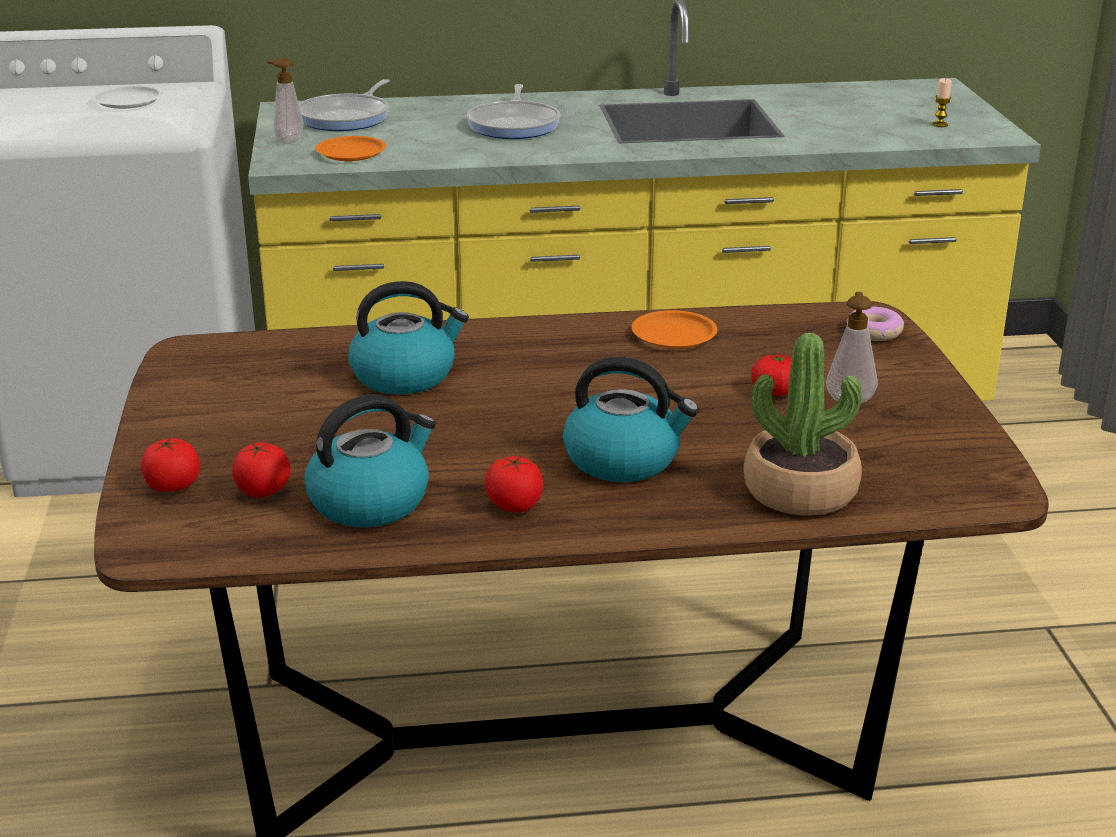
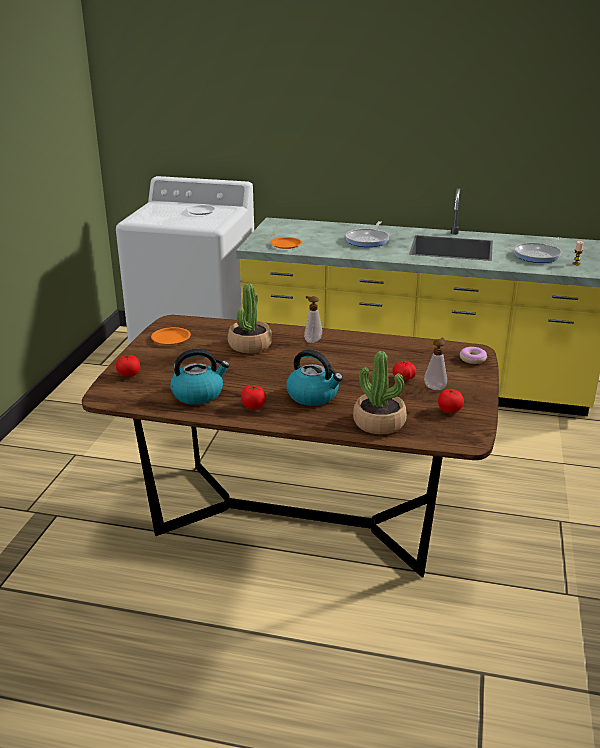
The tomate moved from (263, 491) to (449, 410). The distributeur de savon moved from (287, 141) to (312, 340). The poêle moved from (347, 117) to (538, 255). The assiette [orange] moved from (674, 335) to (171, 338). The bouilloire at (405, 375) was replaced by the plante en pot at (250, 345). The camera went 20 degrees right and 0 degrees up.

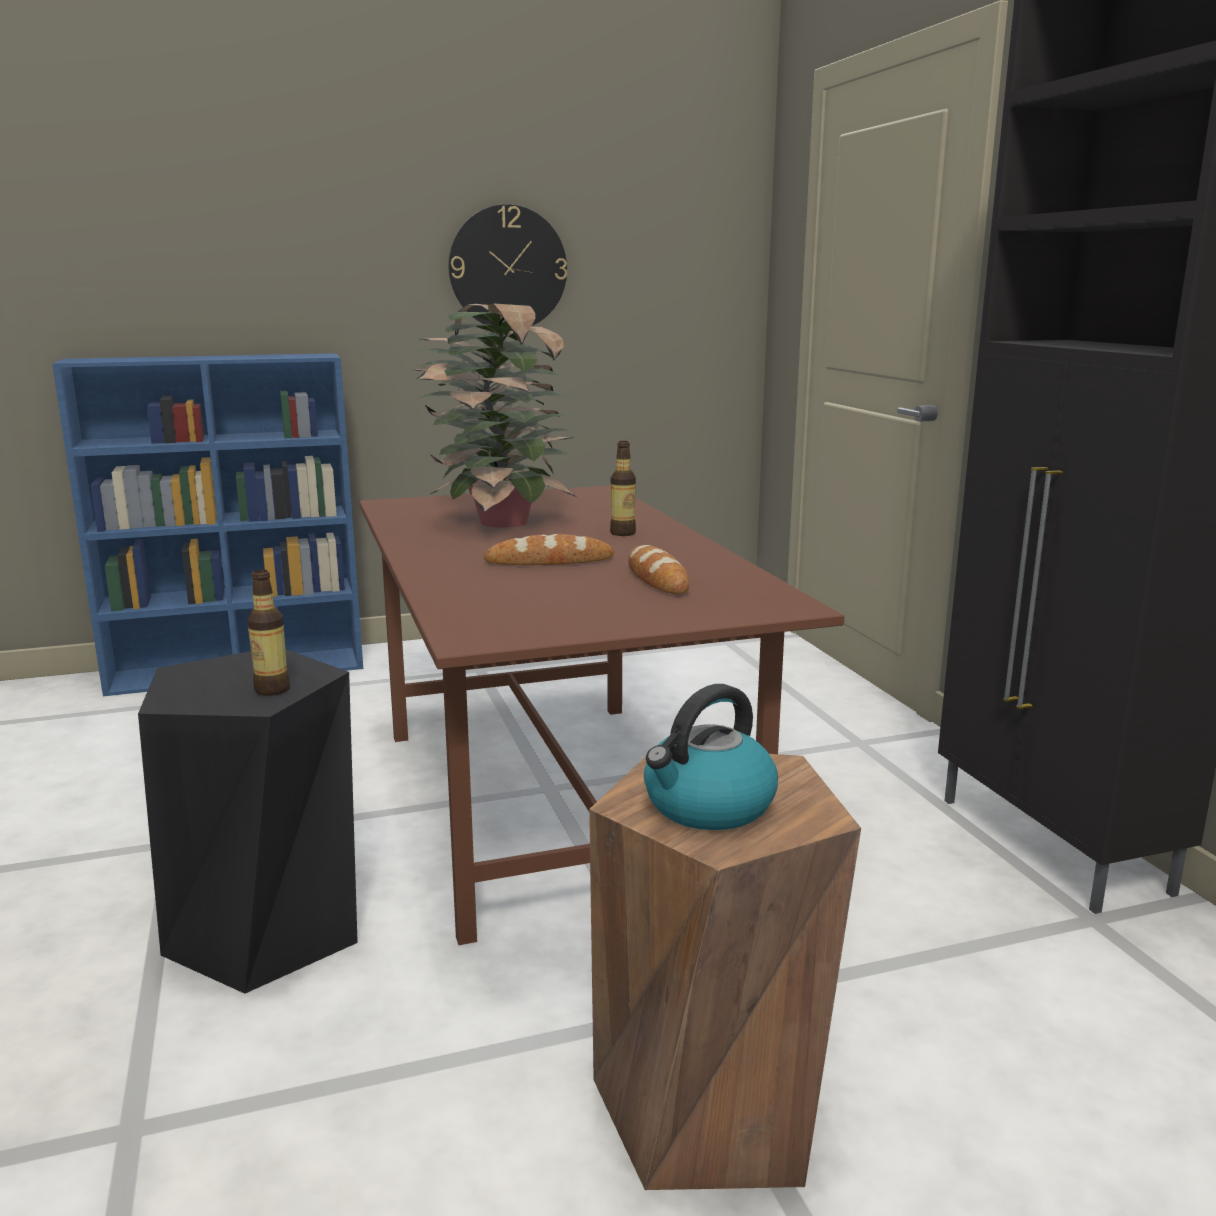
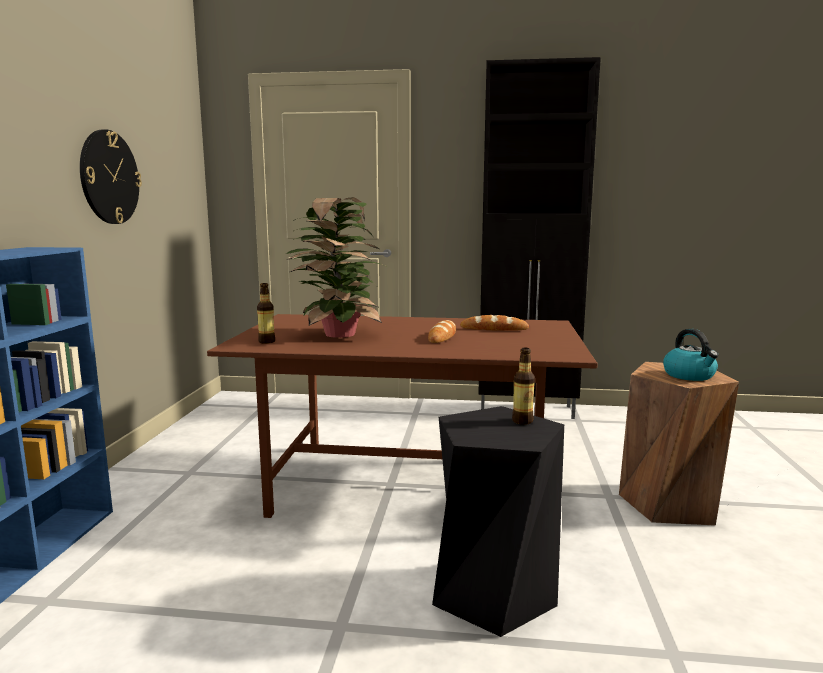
The bouteille moved from (623, 533) to (267, 341). The camera went 65 degrees left and 5 degrees down.

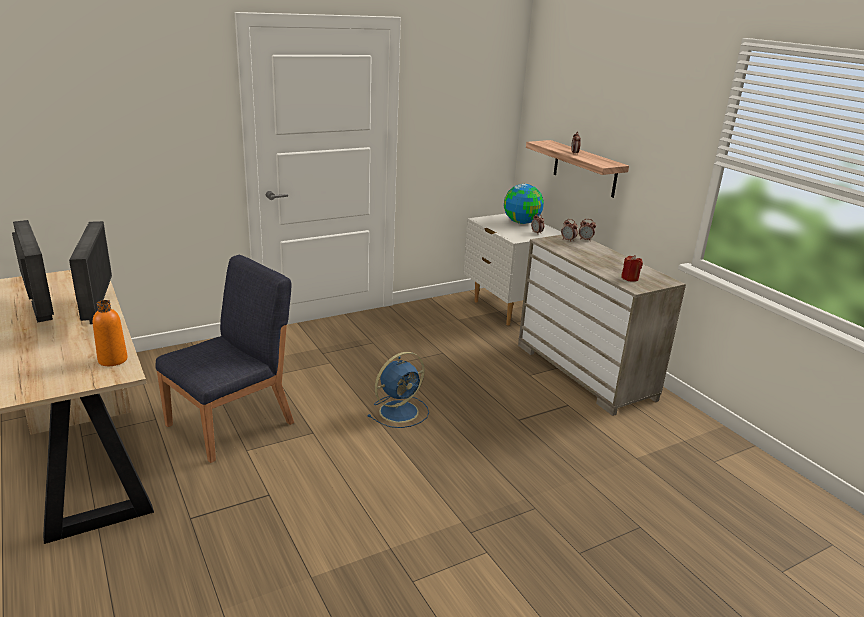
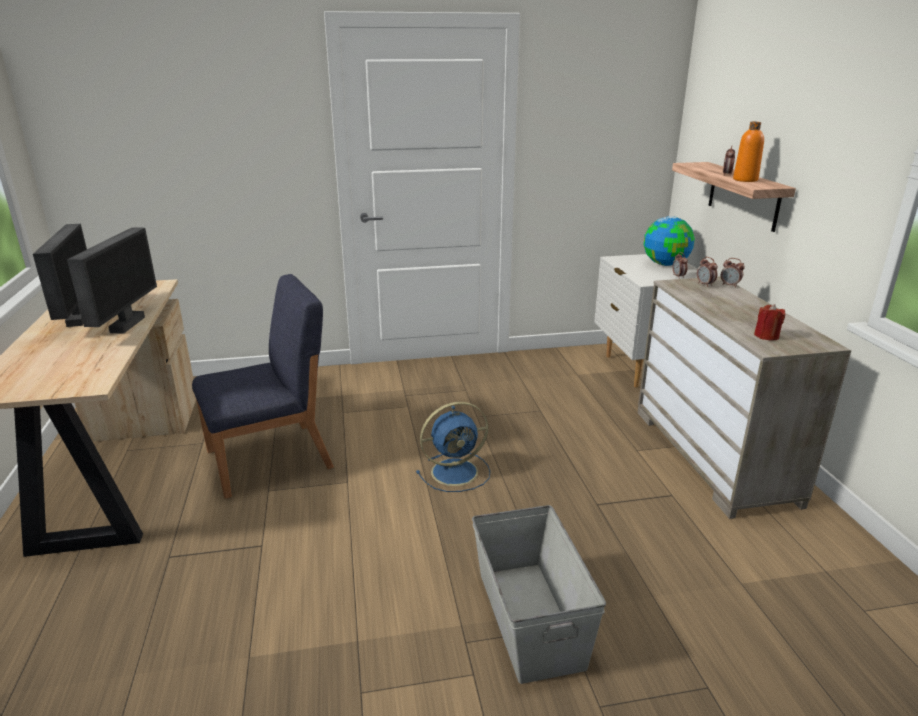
The boîte de rangement [gris] at (529, 619) appeared. The bouteille [orange] moved from (113, 360) to (745, 180). The camera went 20 degrees right and 0 degrees up.

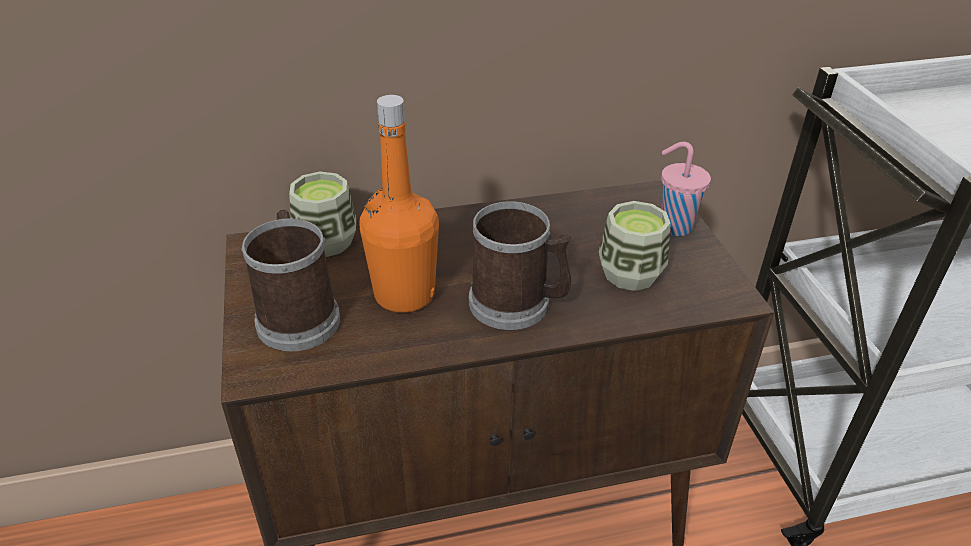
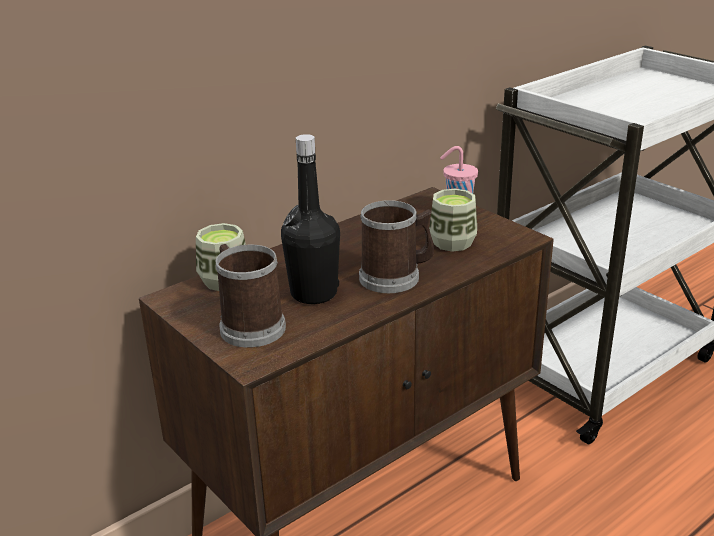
The bouteille [orange] at (404, 294) became the bouteille [noir] at (314, 293). The camera went 25 degrees left and 10 degrees down.

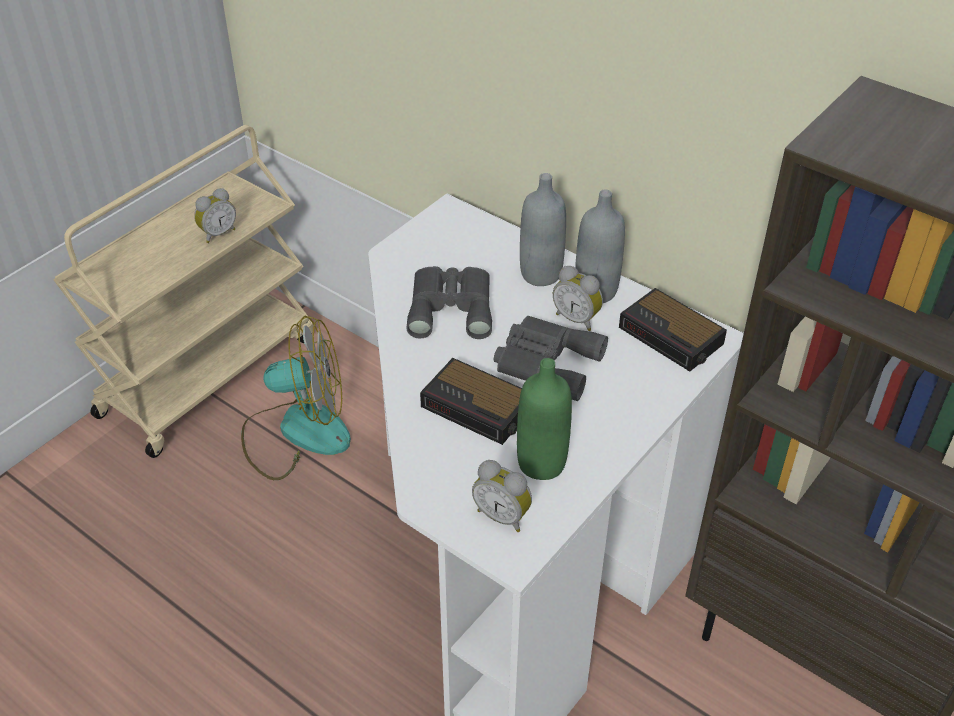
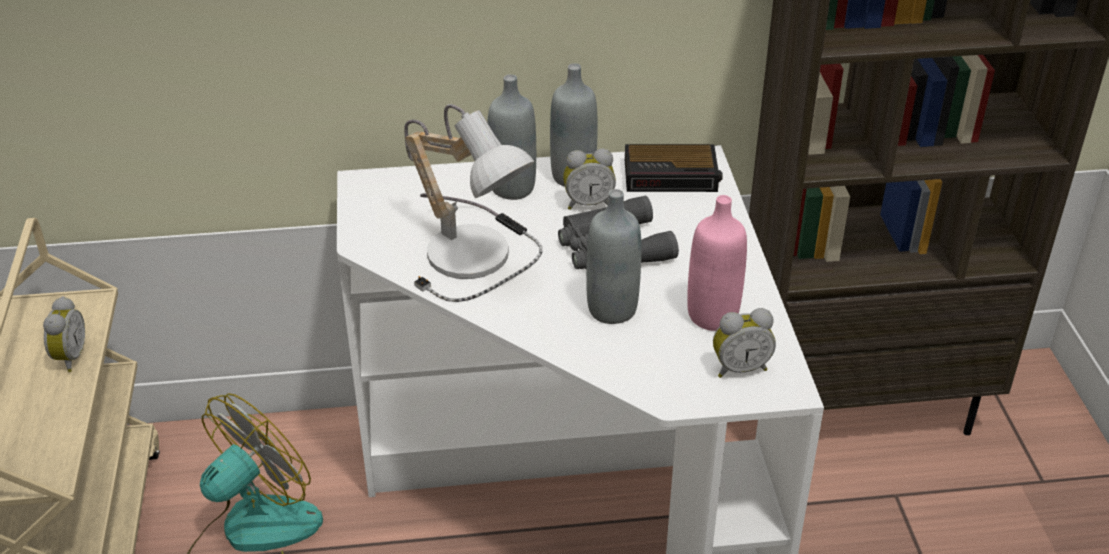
The jumelles [gris] at (451, 307) was replaced by the lampe de table at (478, 252). The réveil at (479, 408) was replaced by the bouteille [gris] at (612, 309). The bouteille [vert] at (541, 463) became the bouteille [rose] at (712, 316). The camera went 45 degrees left and 5 degrees down.

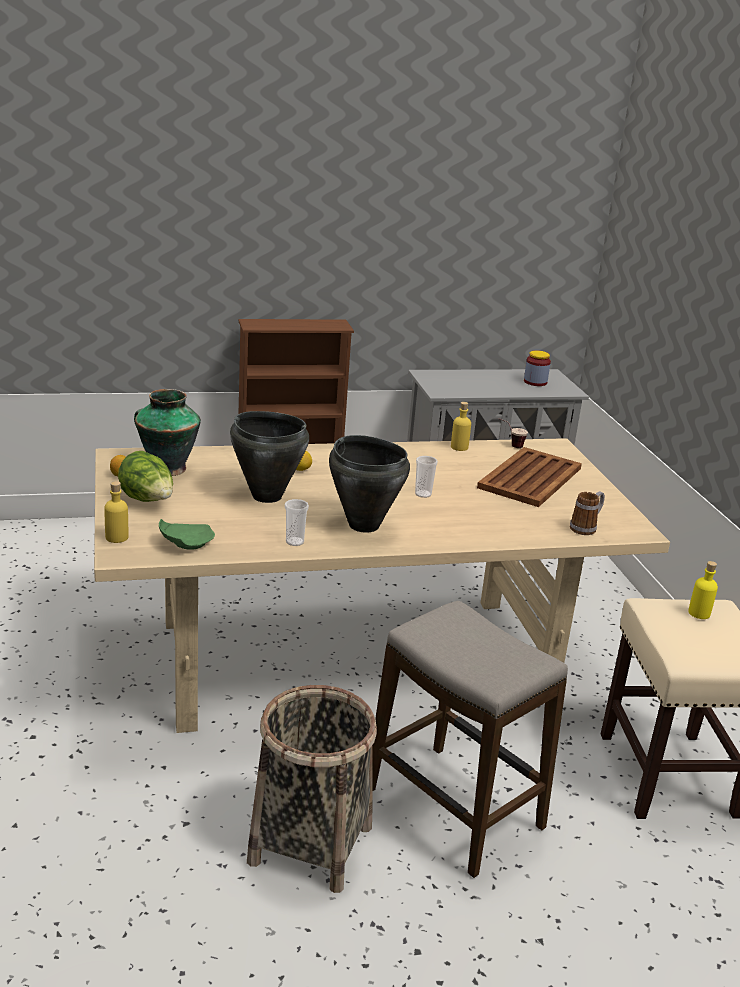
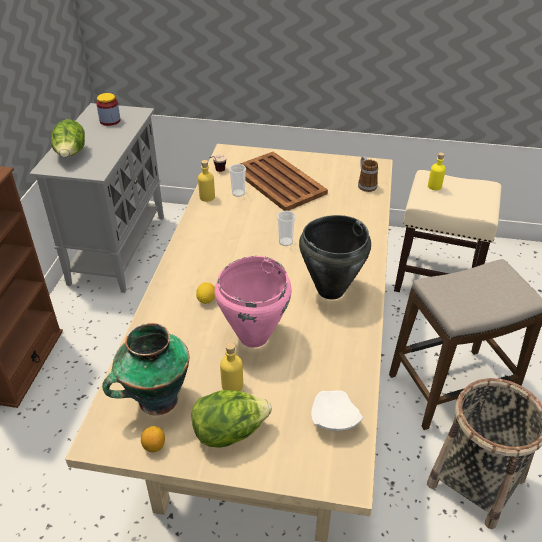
The laitue at (71, 155) appeared. The bouteille [jaune] moved from (117, 537) to (232, 385). The tasse moved from (294, 542) to (238, 193). The assiette [vert] at (185, 543) became the assiette [blanc] at (333, 419). The marmite [noir] at (266, 496) became the marmite [rose] at (253, 337). The camera went 65 degrees left and 15 degrees up.

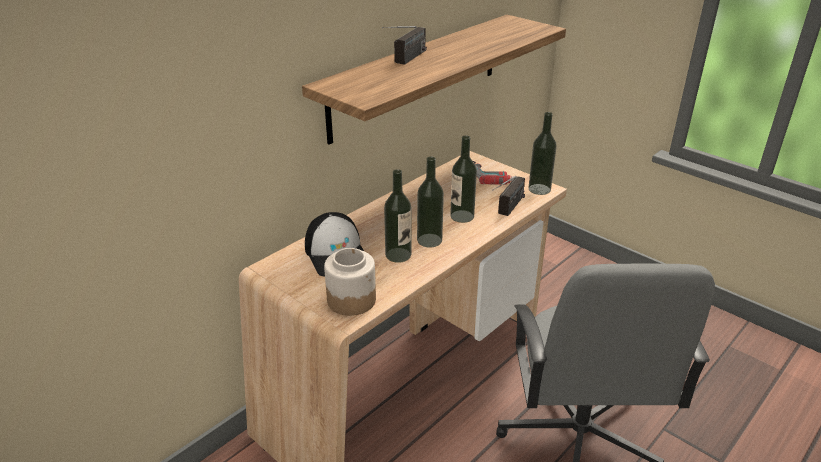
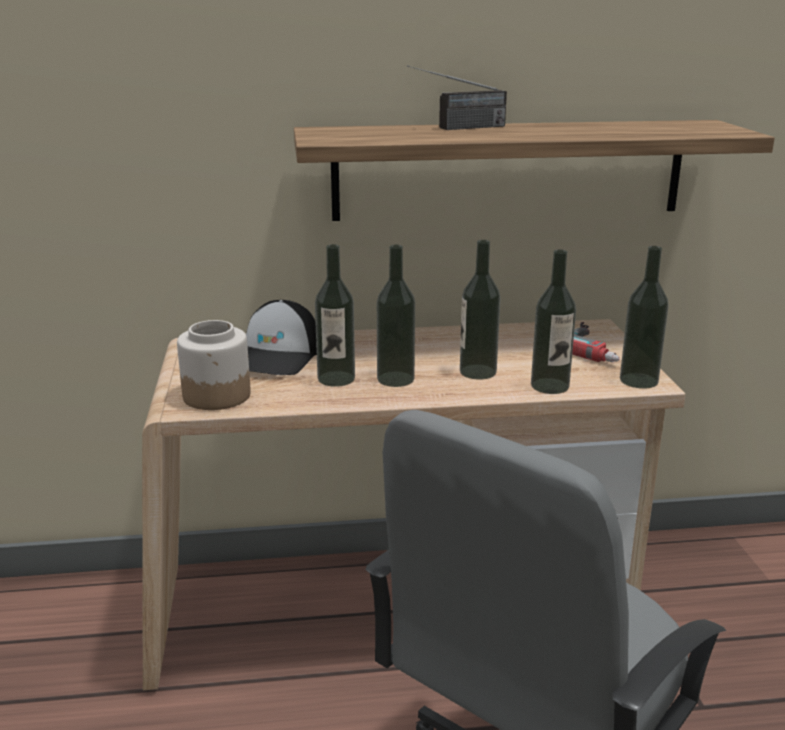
The radio at (507, 210) was replaced by the bouteille at (550, 386). The camera went 40 degrees right and 10 degrees down.

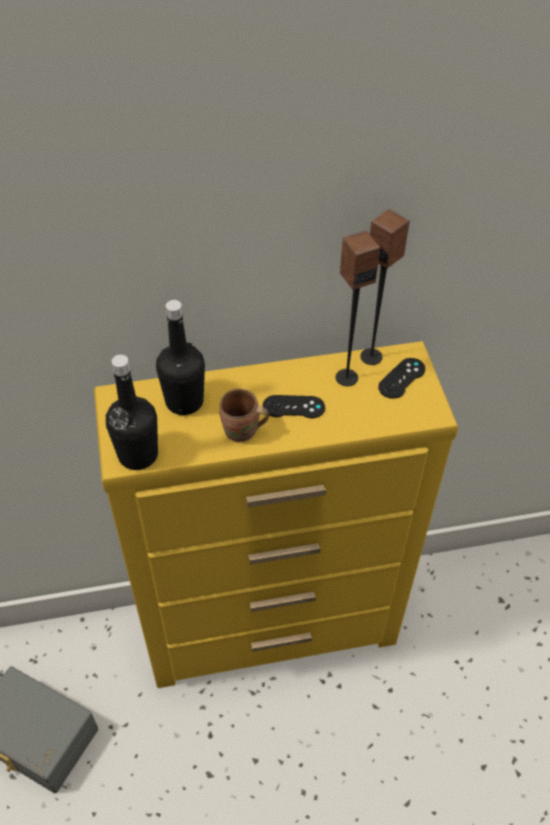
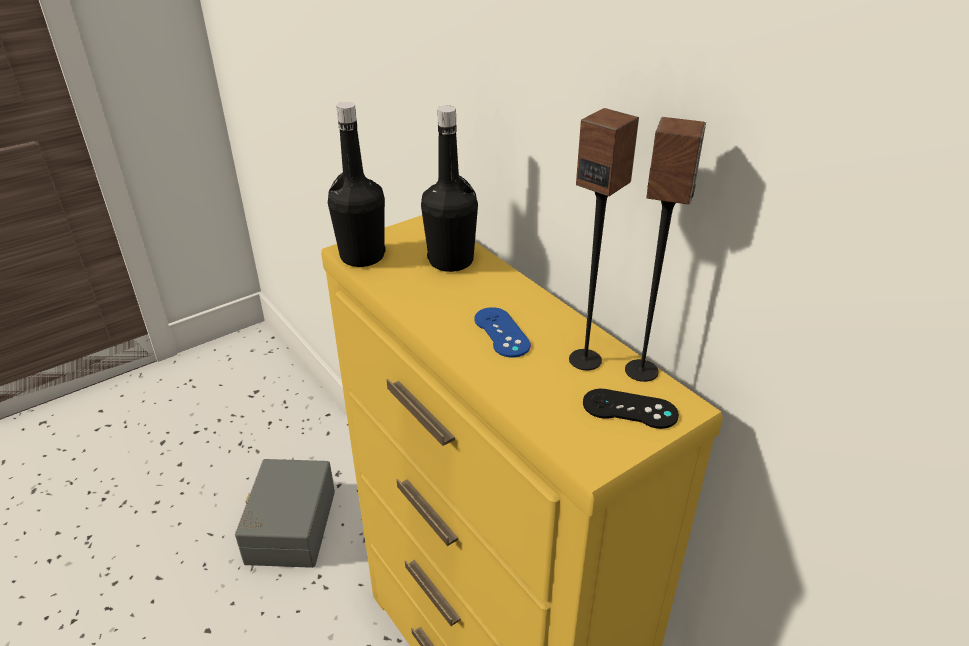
The mug [marron] at (242, 433) disappeared. The manette [noir] at (293, 407) became the manette [bleu] at (501, 332). The camera went 65 degrees right and 15 degrees down.

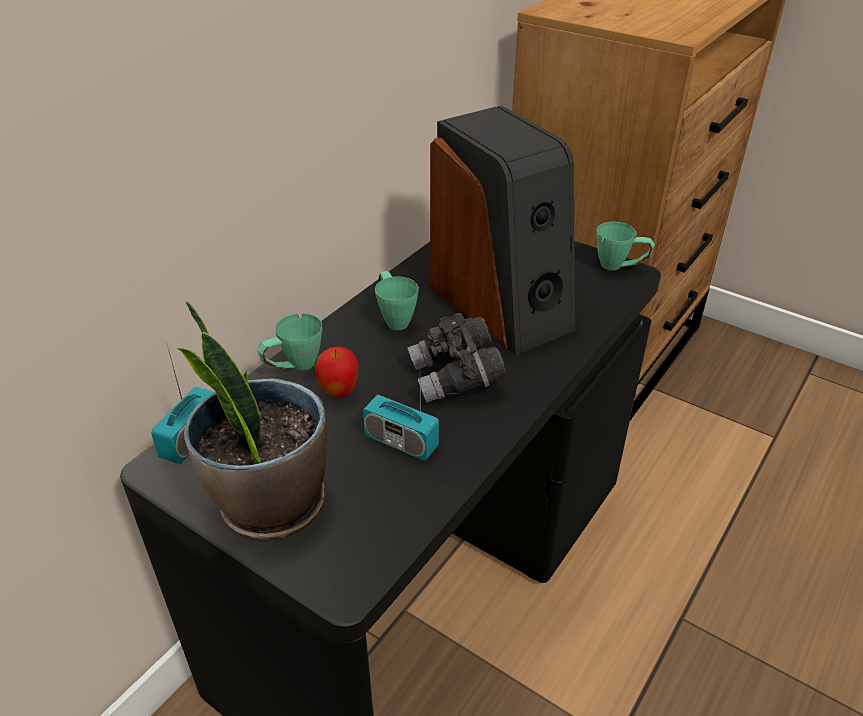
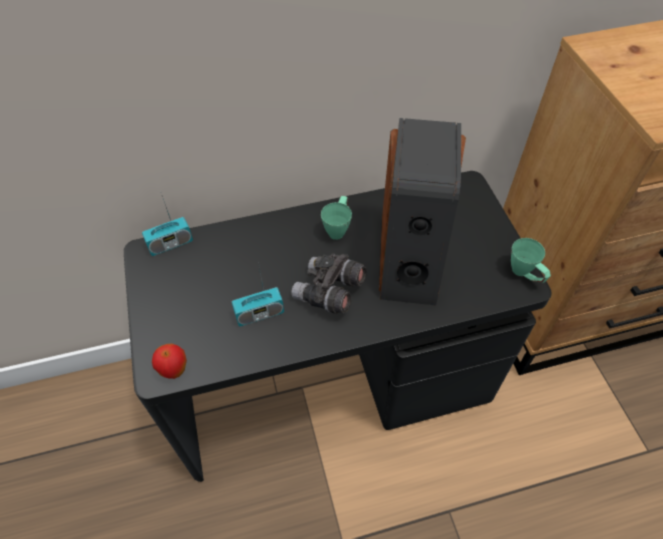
The plante en pot at (270, 503) disappeared. The mug [vert] at (293, 367) disappeared. The pomme moved from (339, 392) to (174, 370). The radio at (401, 442) turned 90 degrees counterclockwise. The camera went 40 degrees right and 15 degrees up.

